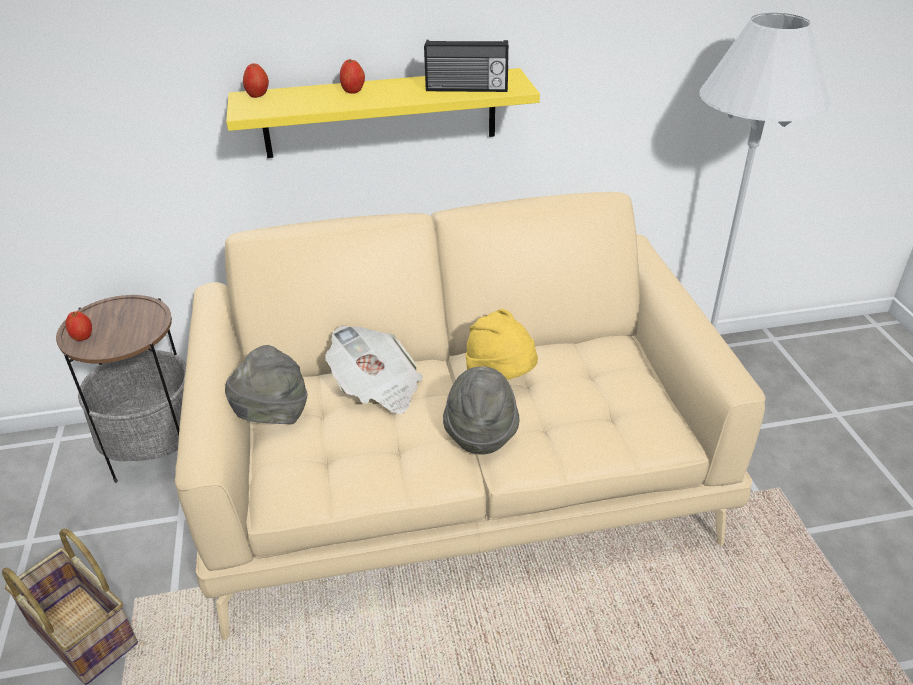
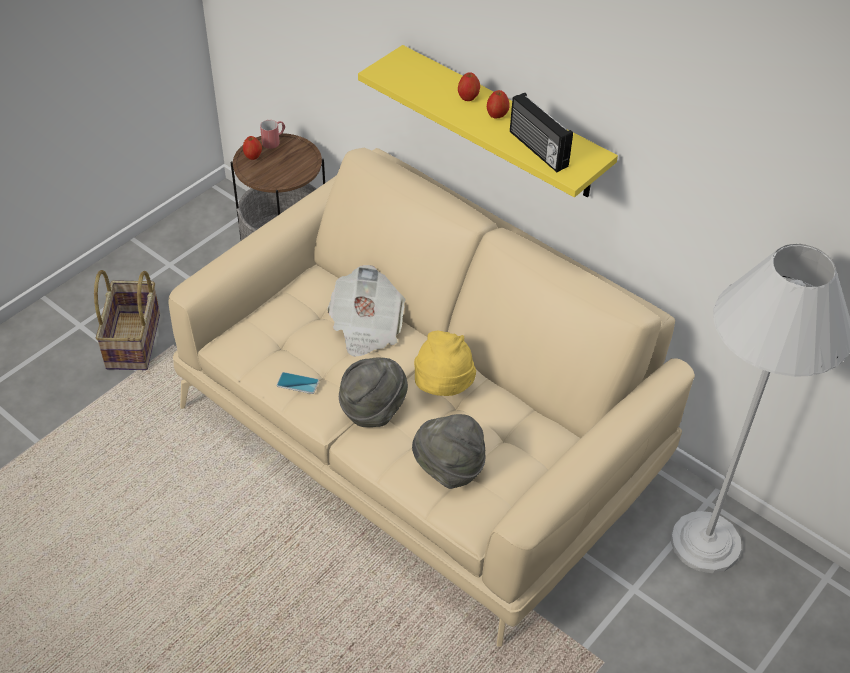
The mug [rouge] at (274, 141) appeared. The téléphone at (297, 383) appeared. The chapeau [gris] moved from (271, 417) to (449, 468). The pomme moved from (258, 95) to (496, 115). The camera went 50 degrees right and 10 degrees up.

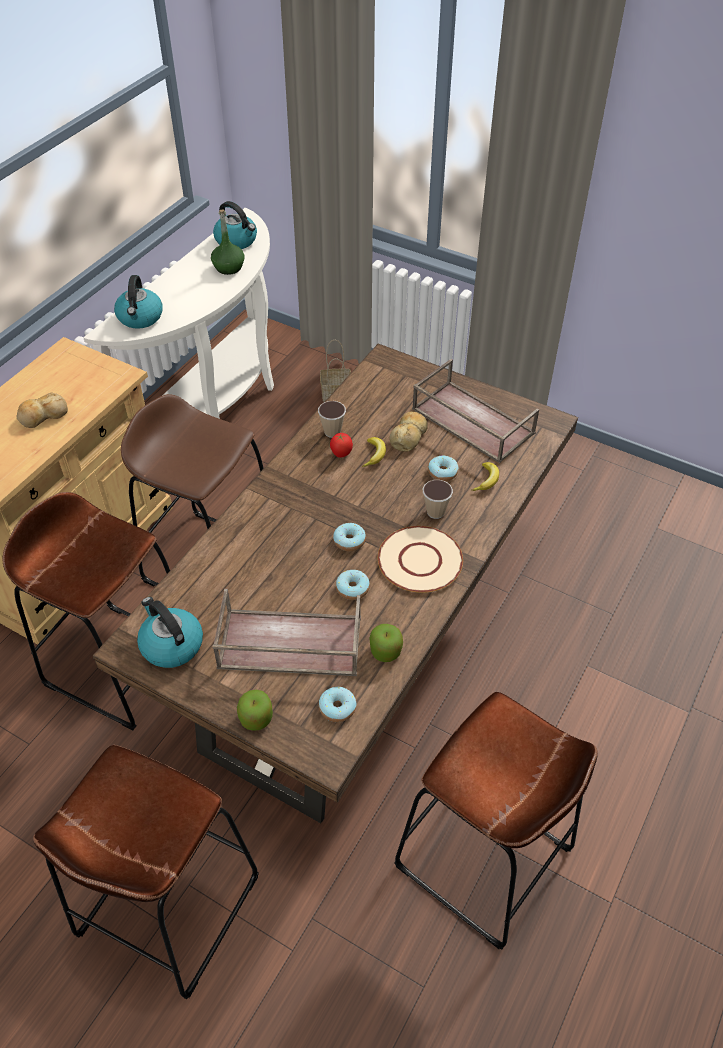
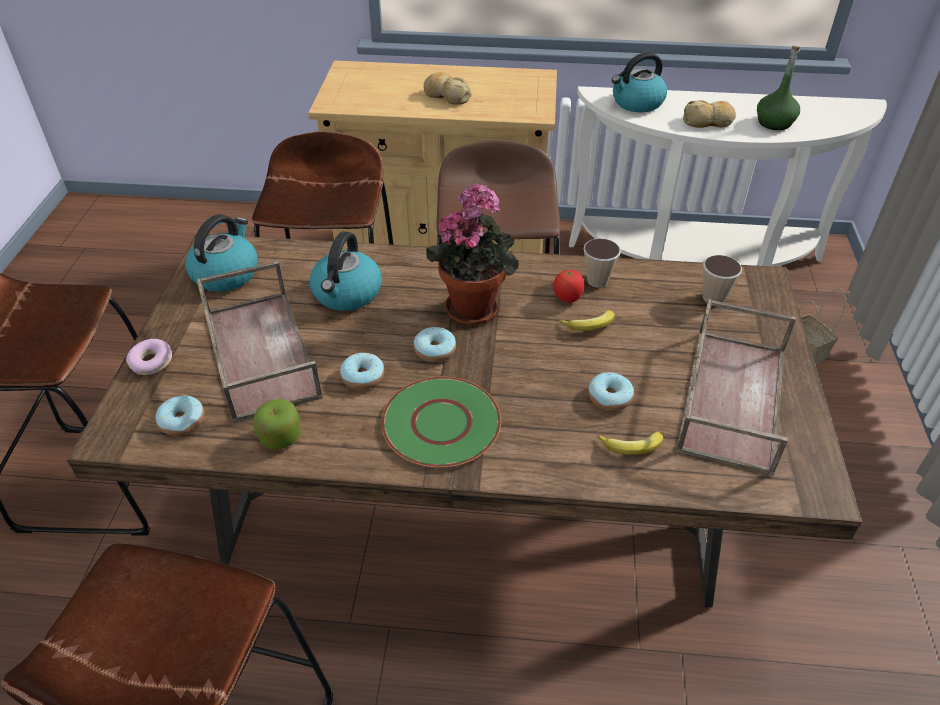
The plante en pot at (474, 306) appeared. The bouilloire moved from (237, 241) to (347, 294). The pain moved from (409, 436) to (708, 122). The tasse moved from (435, 512) to (713, 298). The pomme at (256, 718) was replaced by the beignet at (151, 362). The assiette [beige] at (420, 560) became the assiette [vert] at (442, 423). The camera went 65 degrees right and 5 degrees down.

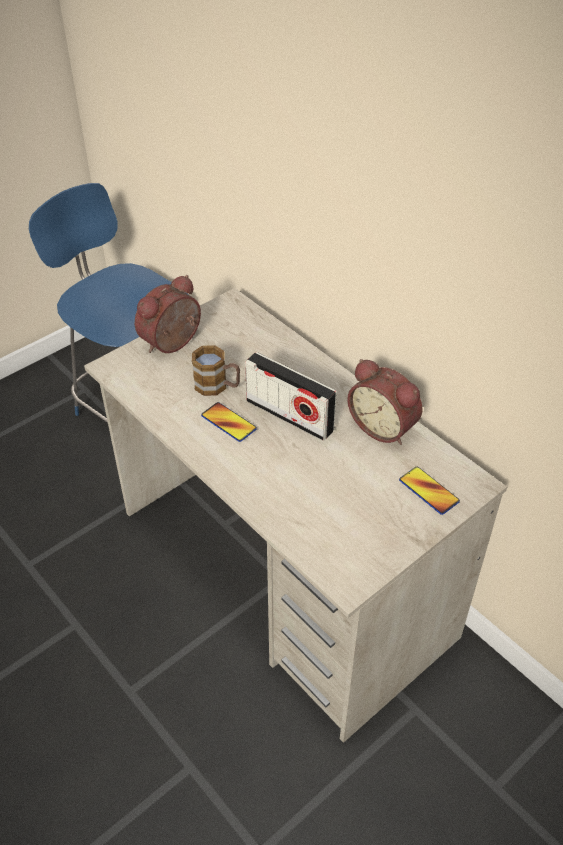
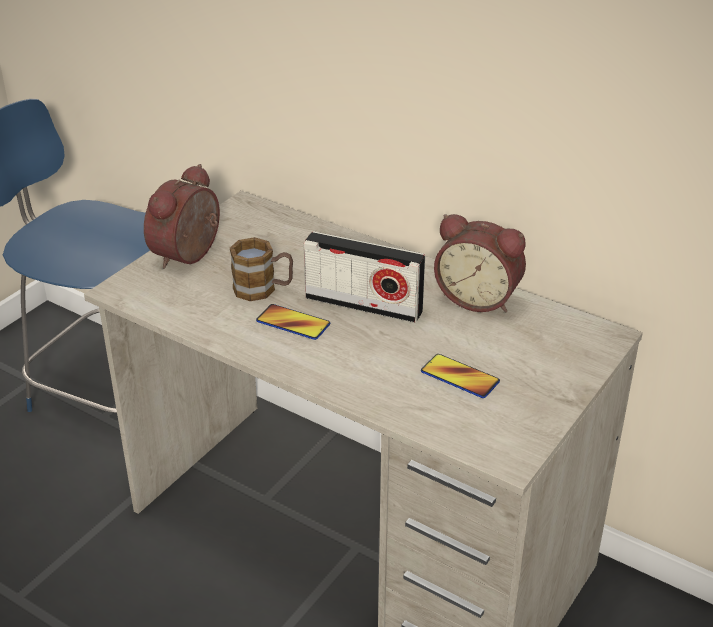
The téléphone moved from (428, 491) to (460, 377). The camera went 15 degrees left and 10 degrees down.

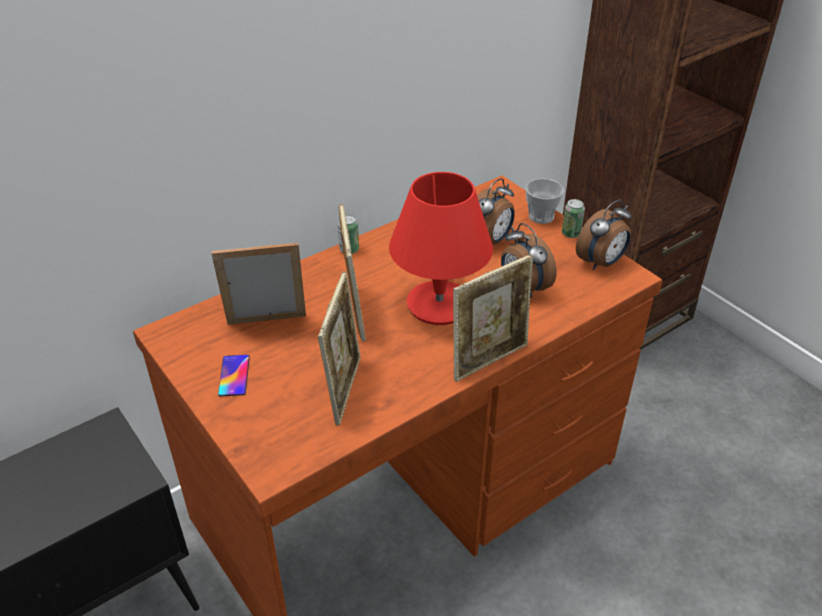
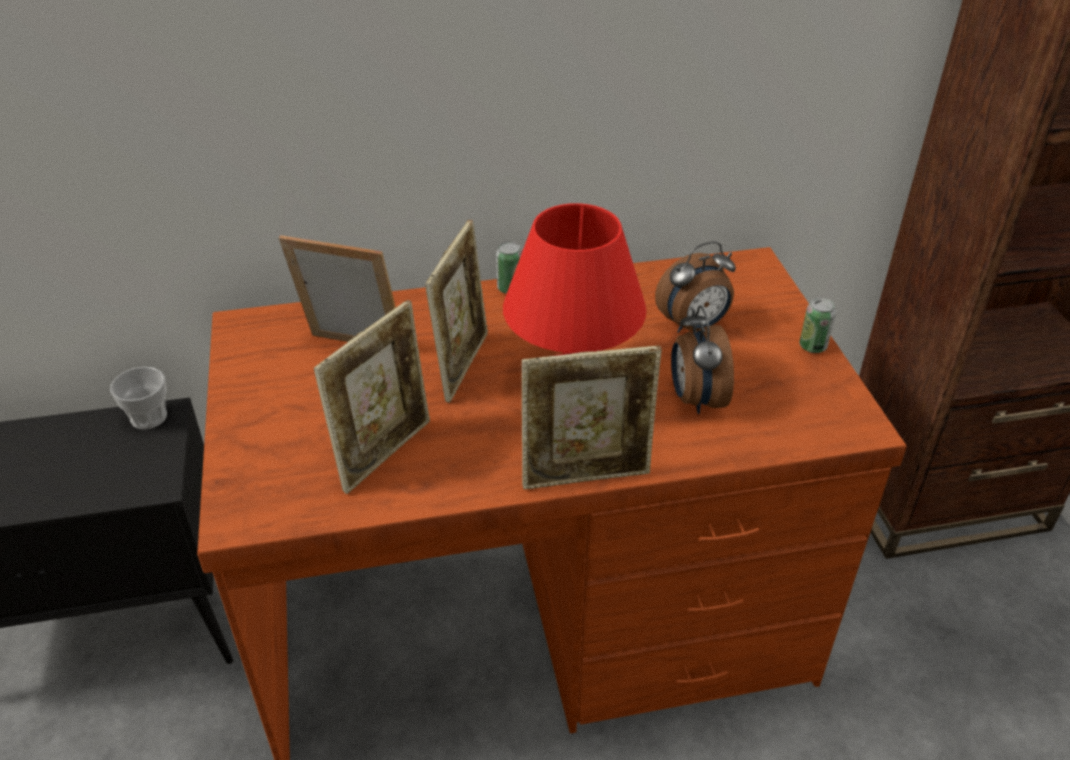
The téléphone at (234, 375) disappeared. The réveil at (601, 263) disappeared. The tasse moved from (541, 216) to (149, 417). The camera went 25 degrees right and 0 degrees up.

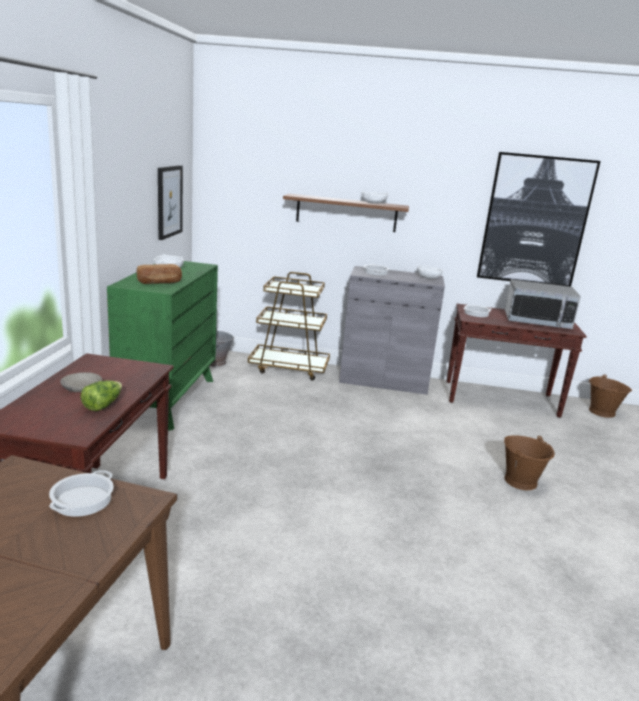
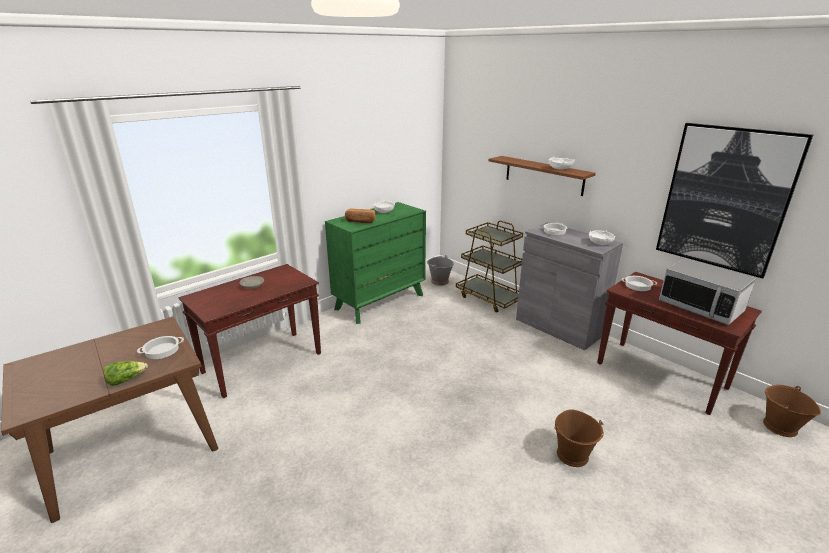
The tableau at (169, 201) disappeared. The laitue moved from (102, 405) to (126, 380). The camera went 40 degrees right and 5 degrees up.

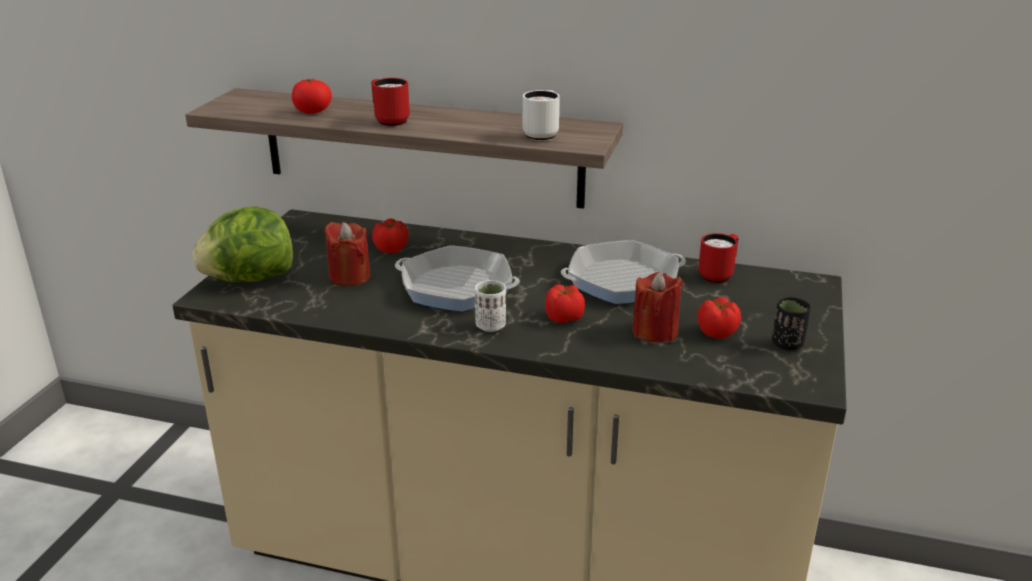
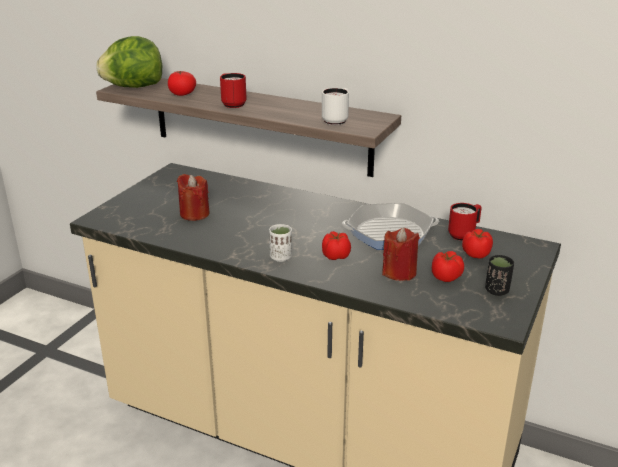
The poêle at (456, 287) disappeared. The laitue moved from (250, 279) to (134, 87). The tomate moved from (392, 249) to (476, 254). The camera went 10 degrees right and 0 degrees up.

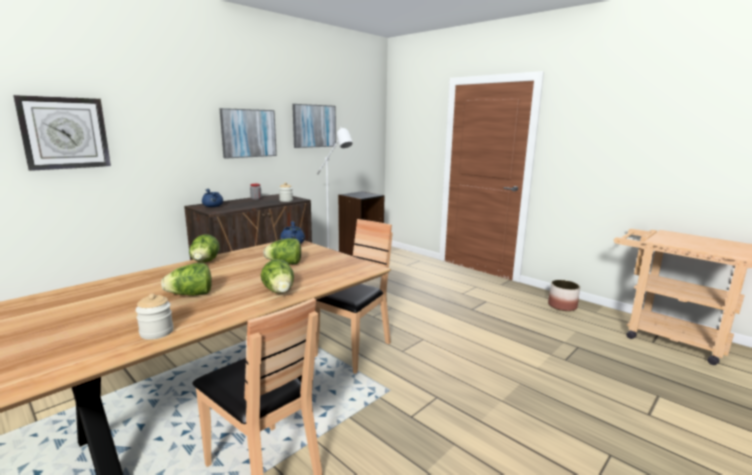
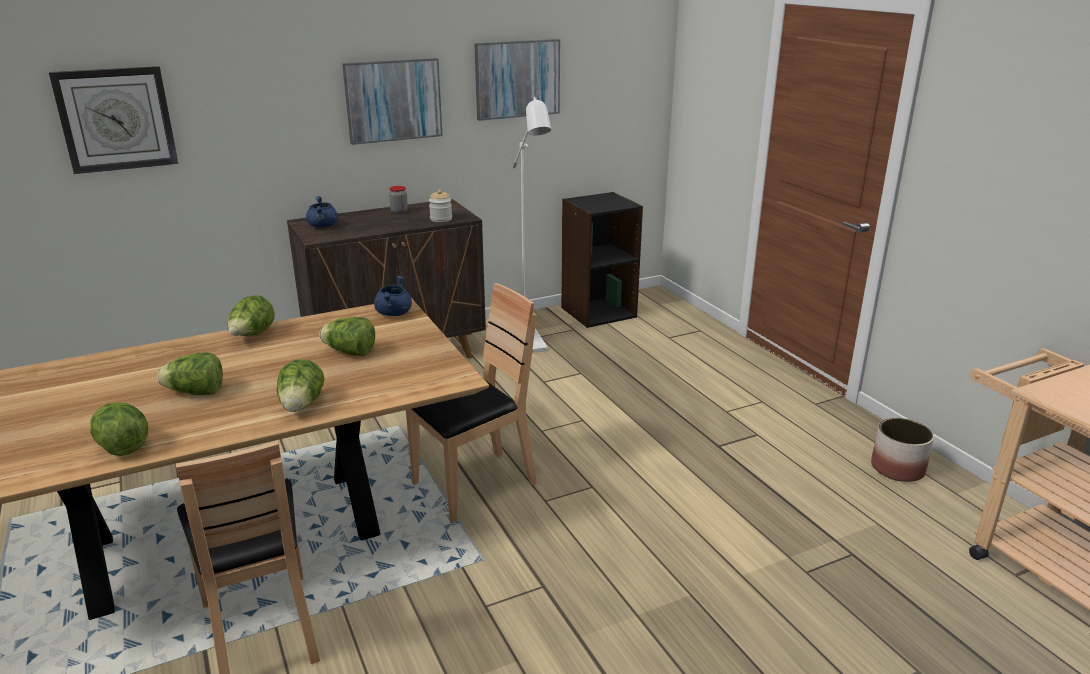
The bocal at (156, 332) was replaced by the laitue at (122, 446). The camera went 20 degrees right and 10 degrees up.

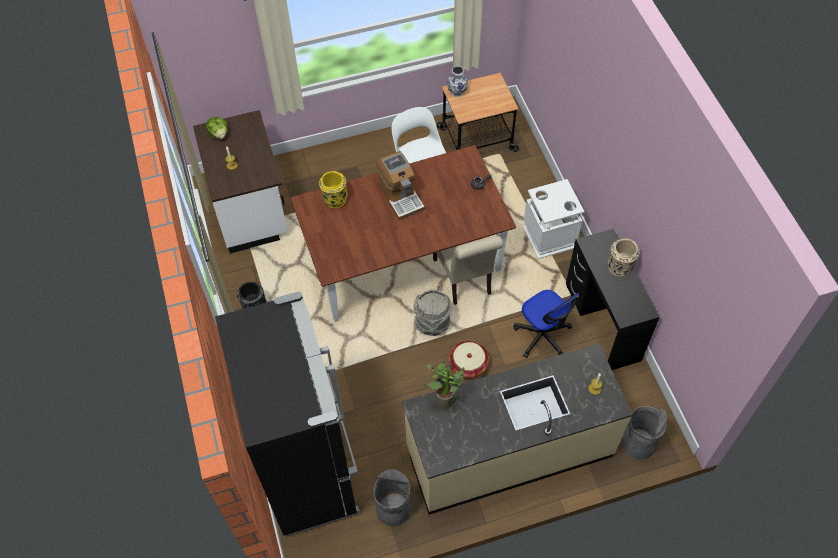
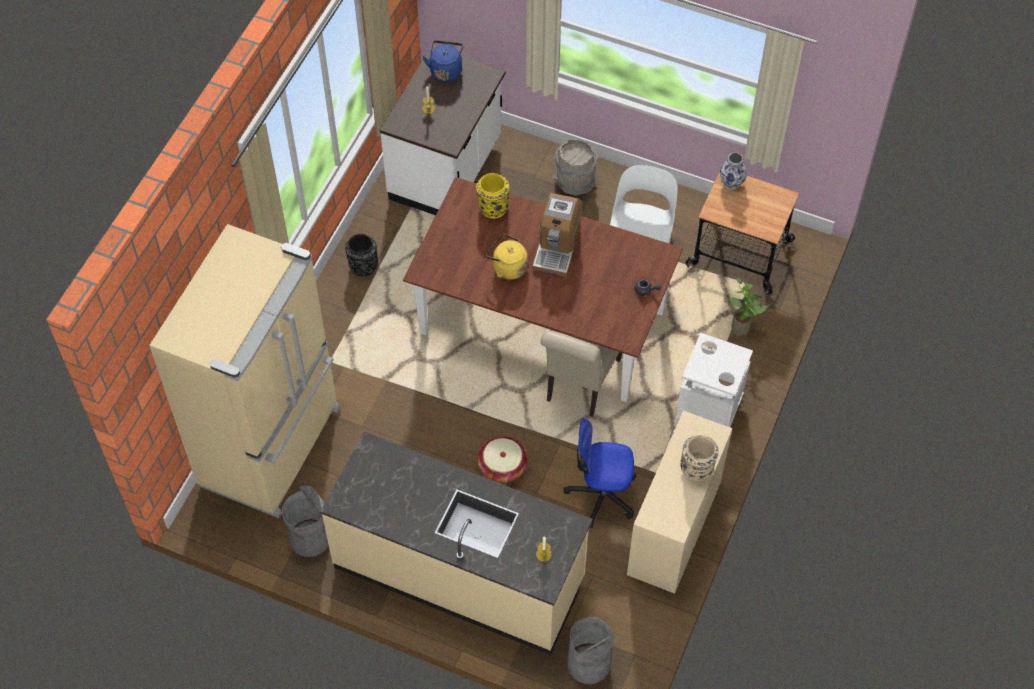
The bouilloire [jaune] at (507, 267) appeared. The seau [gris] moved from (432, 323) to (575, 182). The plante en pot moved from (445, 398) to (742, 327). The laitue at (219, 134) was replaced by the bouilloire [bleu] at (446, 70). The réfrigérateur [noir] at (309, 469) became the réfrigérateur [beige] at (273, 447). The bureau [noir] at (602, 323) became the bureau [beige] at (675, 528). The chaise de bureau at (542, 336) turned 90 degrees clockwise. The camera went 40 degrees right and 0 degrees up.

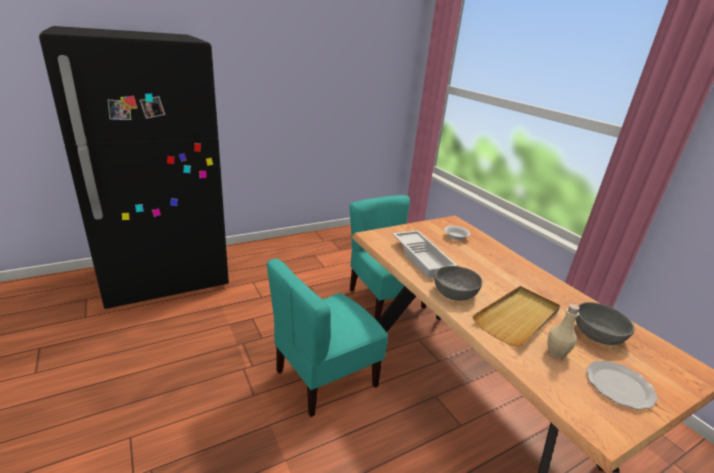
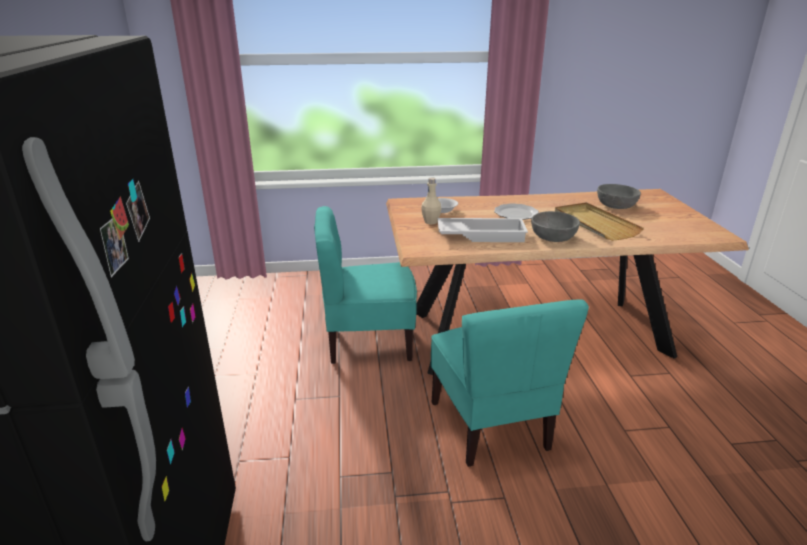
The bouteille [beige] moved from (556, 352) to (431, 222). The assiette moved from (618, 385) to (515, 213). The camera went 65 degrees left and 0 degrees up.

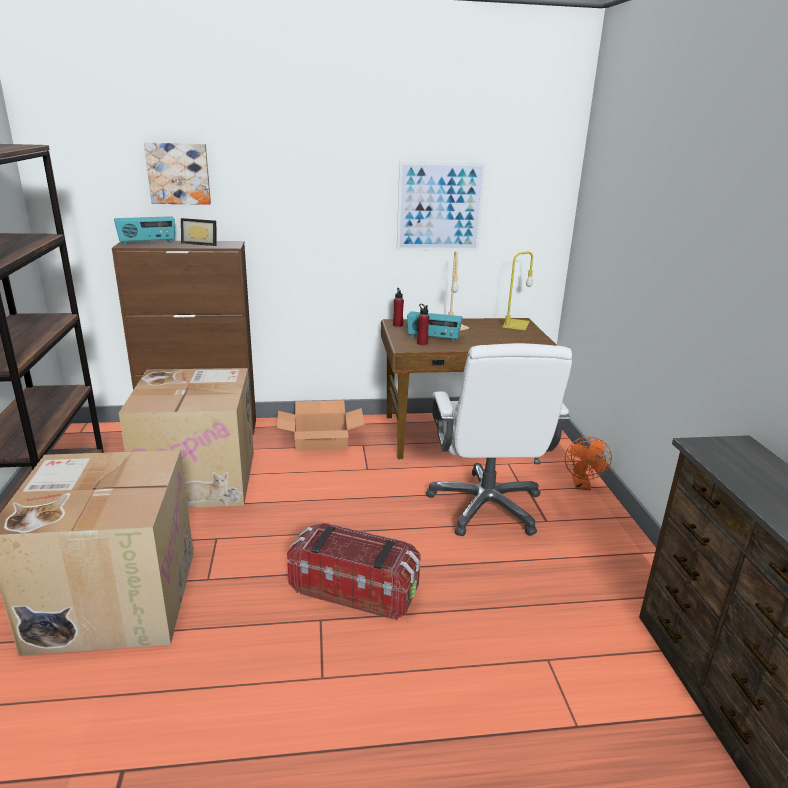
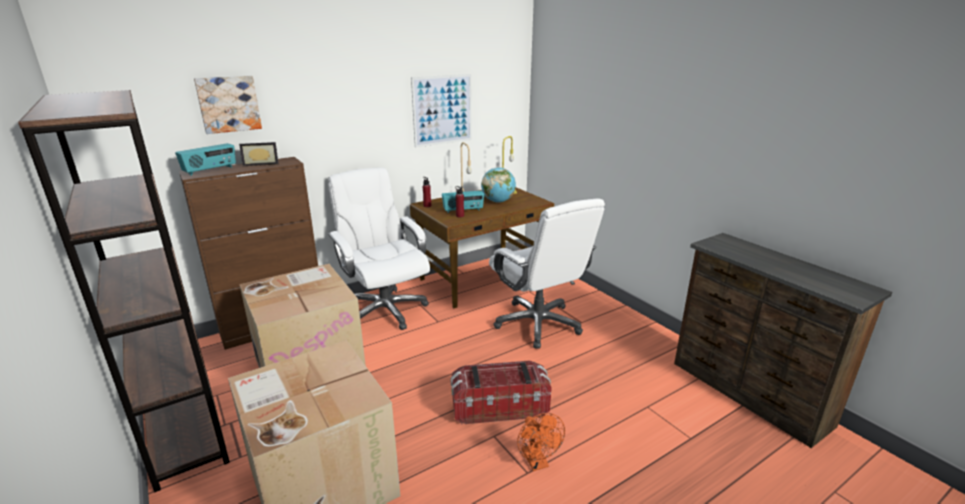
The globe at (498, 201) appeared. The ventilateur [orange] moved from (582, 485) to (537, 462). The carton at (321, 440) was replaced by the chaise de bureau [blanc] at (385, 310). The camera went 25 degrees left and 0 degrees up.

